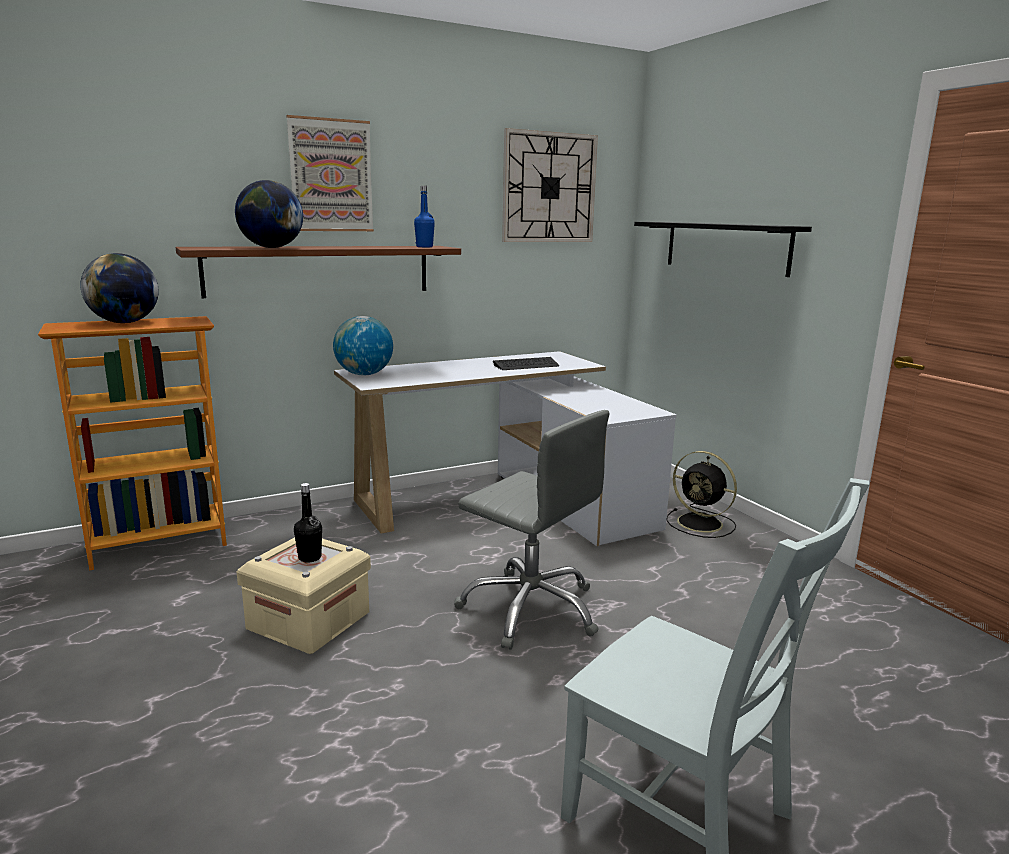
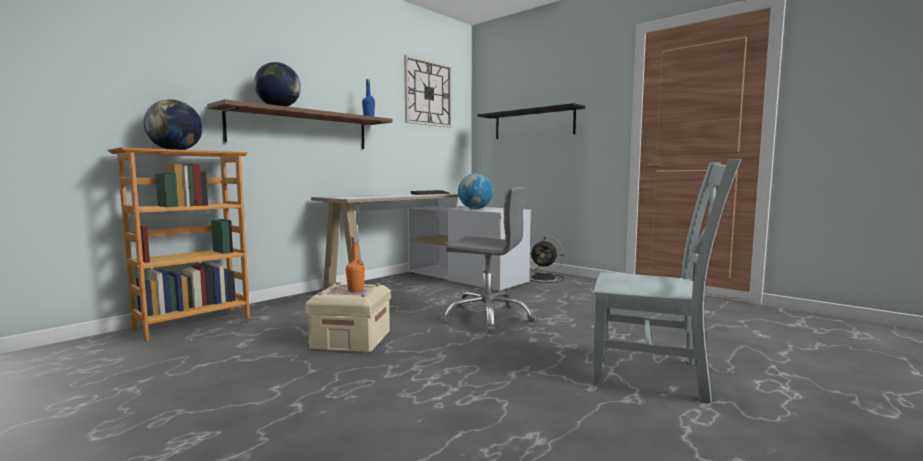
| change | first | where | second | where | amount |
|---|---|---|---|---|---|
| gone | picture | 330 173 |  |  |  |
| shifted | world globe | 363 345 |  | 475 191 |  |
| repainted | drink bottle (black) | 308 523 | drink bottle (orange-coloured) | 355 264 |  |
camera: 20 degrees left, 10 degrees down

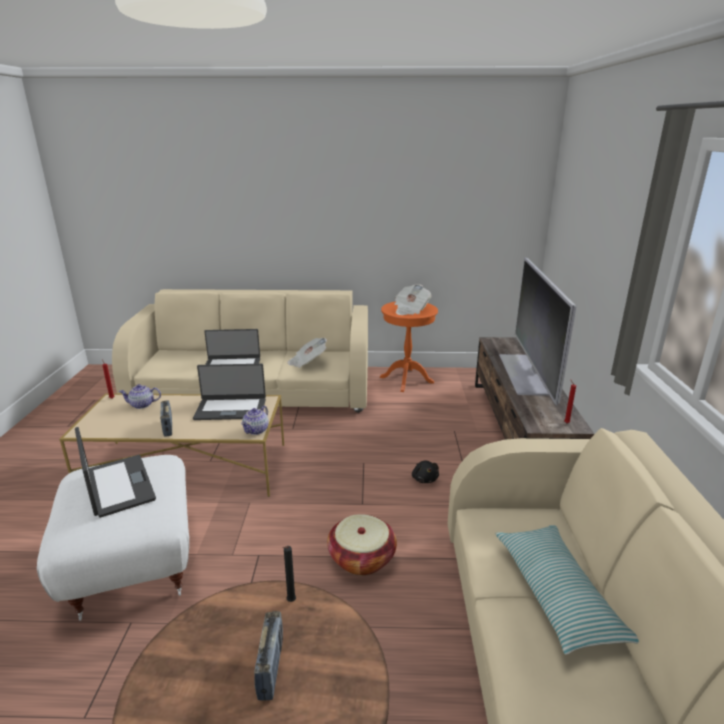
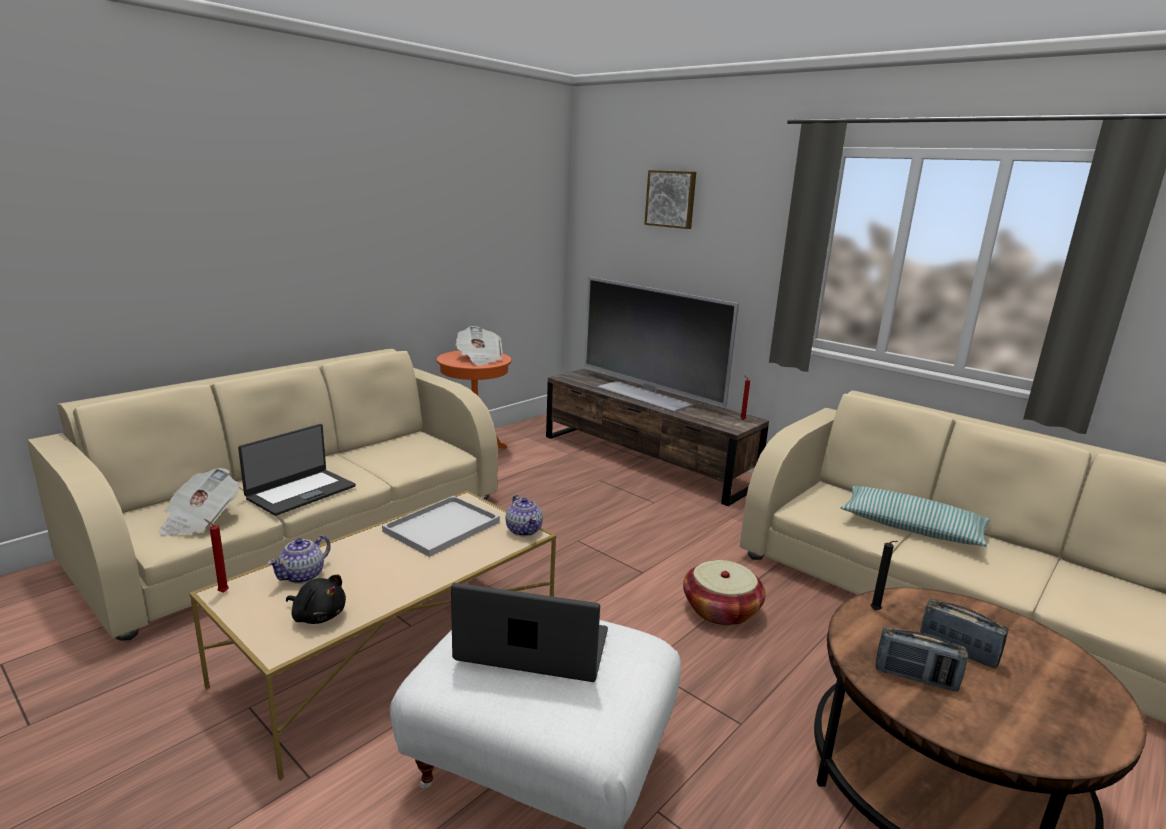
| change | first | where | second | where | amount |
|---|---|---|---|---|---|
| new |  |  | picture | 670 199 |  |
| shifted | radio receiver | 166 419 |  | 922 659 |  |
| shifted | daily paper | 307 353 |  | 199 502 |  |
| shifted | plush toy (black) | 425 472 |  | 316 599 |  |
| swapped | notebook computer | 229 392 | serving tray (white-coloured) | 441 526 |  |
camera: 50 degrees left, 5 degrees down

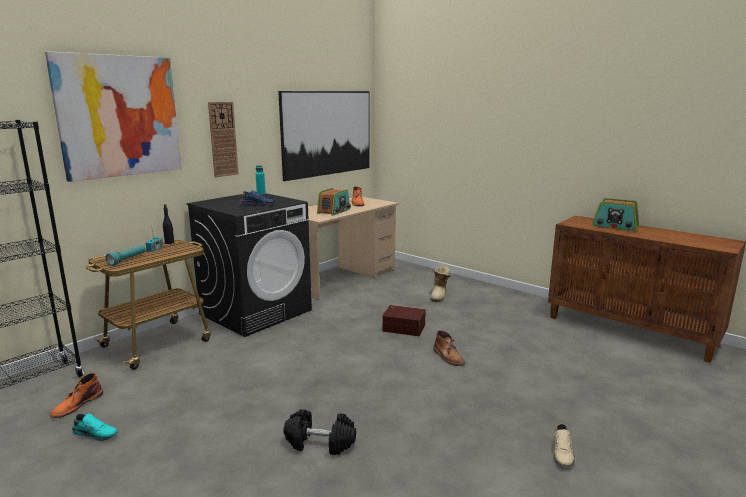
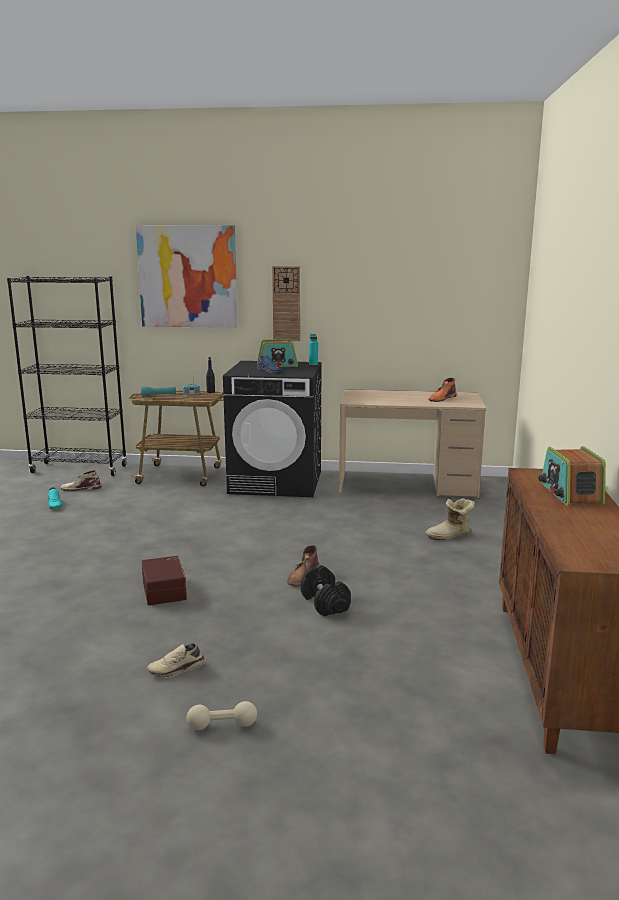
| change | first | where | second | where | amount |
|---|---|---|---|---|---|
| gone | picture | 324 136 |  |  |  |
| new |  |  | dumbbell (beige-coloured) | 222 715 |  |
| shifted | dumbbell (black) | 319 432 |  | 326 590 |  |
| shifted | radio receiver | 334 202 |  | 277 353 |  |
| shifted | storage box (brownish) | 404 320 |  | 164 580 |  |
| repainted | high-top boot (orange-coloured) | 76 395 | high-top boot (beige-coloured) | 81 480 |  |
camera: 55 degrees right, 0 degrees up

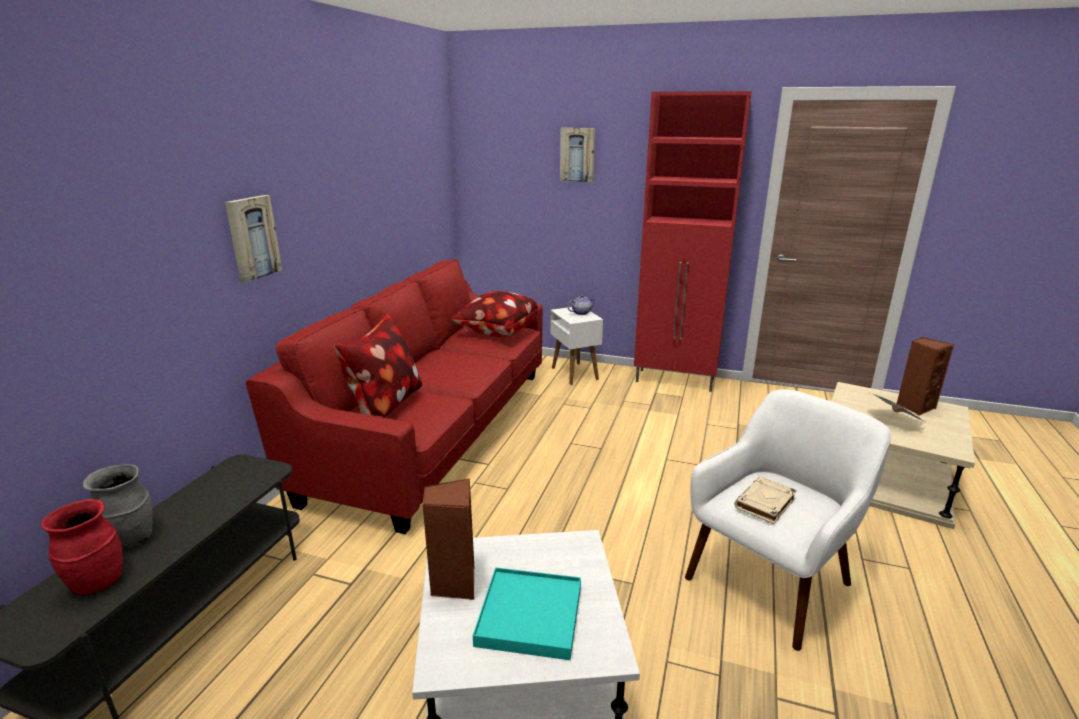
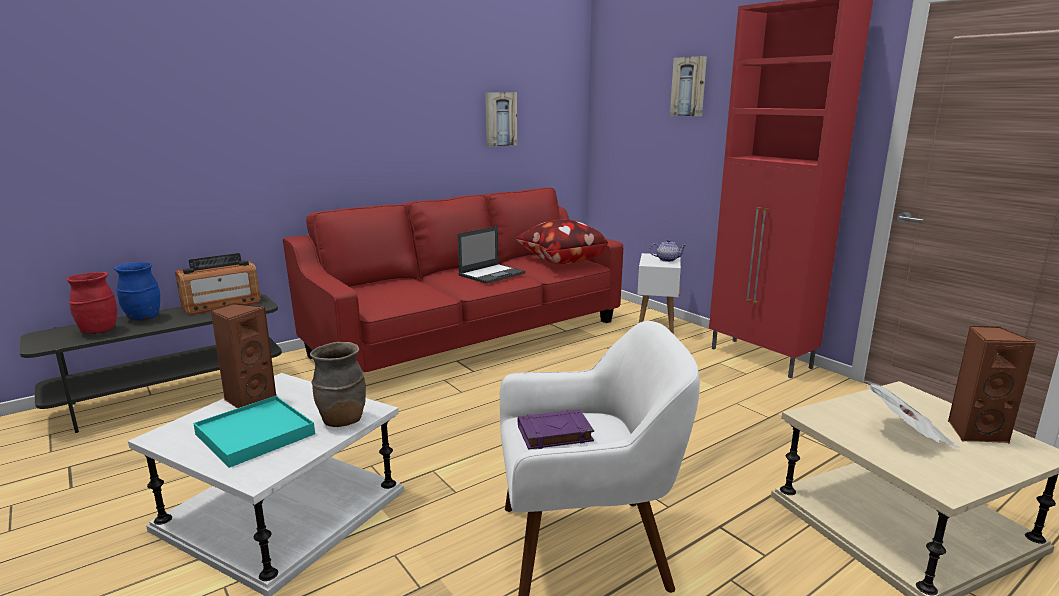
| change | first | where | second | where | amount |
|---|---|---|---|---|---|
| gone | throw pillow | 378 366 |  |  |  |
| new |  |  | radio receiver | 218 284 |  |
| new |  |  | vase (brownish) | 338 384 |  |
| new |  |  | notebook computer | 492 255 |  |
| shifted | picture | 253 239 |  | 501 120 |  |
| repainted | vase (greyish) | 118 506 | vase (blue-coloured) | 137 291 |  |
| repainted | volume (beige-coloured) | 765 500 | volume (purplish) | 556 429 |  |
camera: 35 degrees right, 5 degrees down

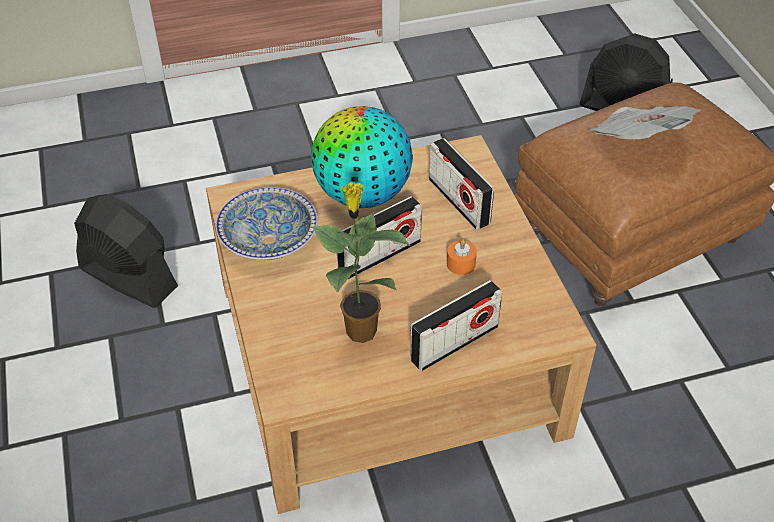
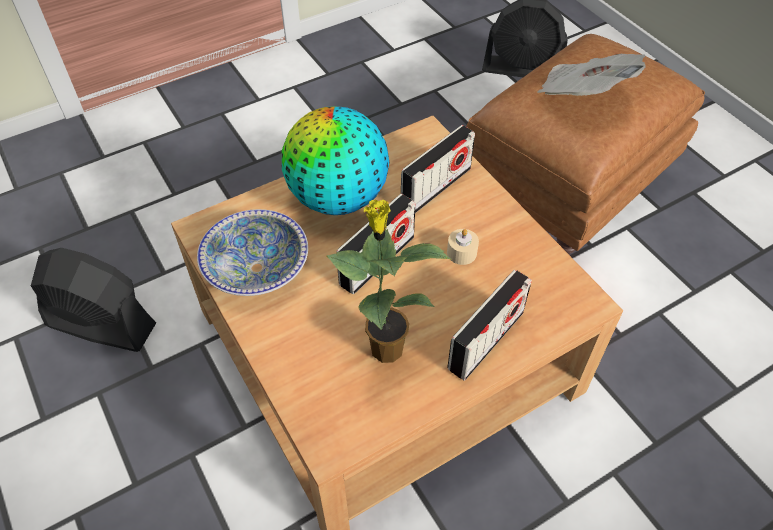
| change | first | where | second | where | amount |
|---|---|---|---|---|---|
| repainted | wax candle (orange-coloured) | 462 257 | wax candle (beige-coloured) | 463 247 |  |
| rotated | radio receiver | 461 184 |  | 438 169 | 90 degrees counterclockwise |
camera: 15 degrees left, 5 degrees up

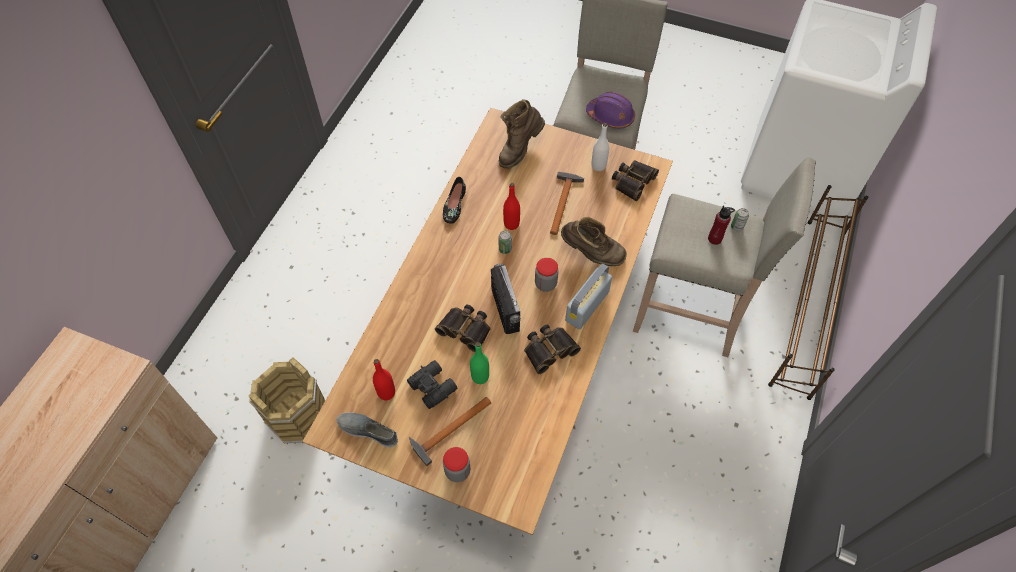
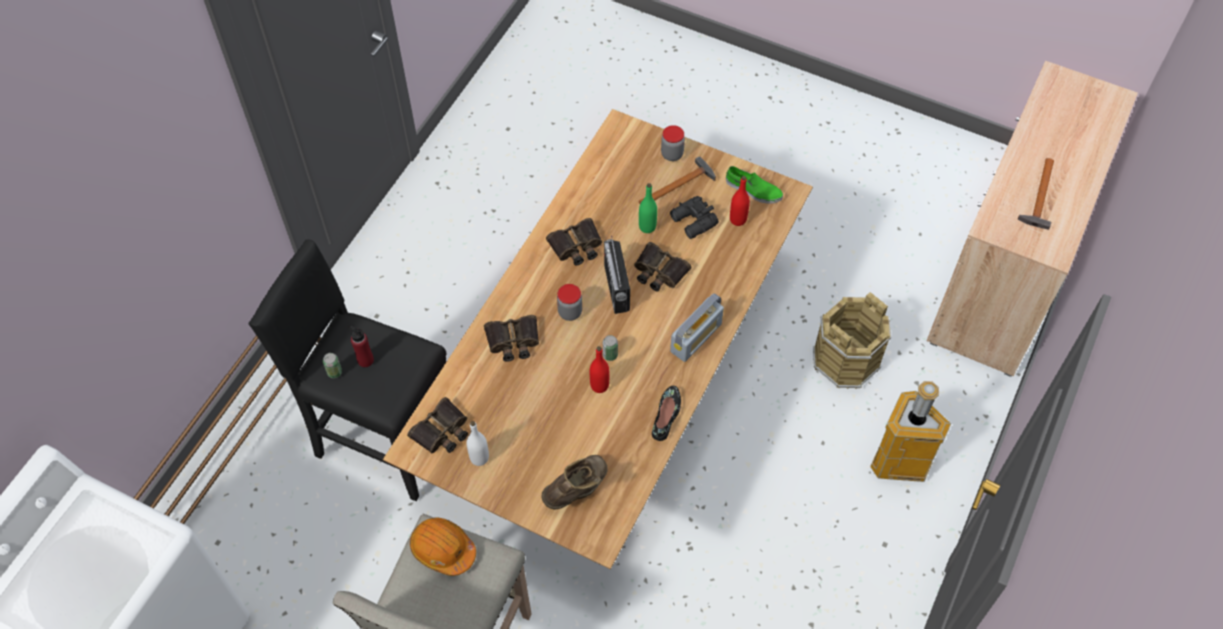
| change | first | where | second | where | amount |
|---|---|---|---|---|---|
| new |  |  | rubbish bin | 910 431 |  |
| shifted | hammer | 567 203 |  | 1036 194 |  |
| shifted | radio receiver | 588 296 |  | 697 327 |  |
| swapped | high-top boot (brownish) | 594 241 | binoculars | 511 338 |  |
| repainted | low shoe (greyish) | 367 430 | low shoe (green) | 754 185 |  |
| repainted | hard hat (purplish) | 610 110 | hard hat (orange-coloured) | 443 547 |  |
| repainted | stool (beige-coloured) | 724 257 | stool (black) | 347 370 |  |
camera: 175 degrees left, 0 degrees up

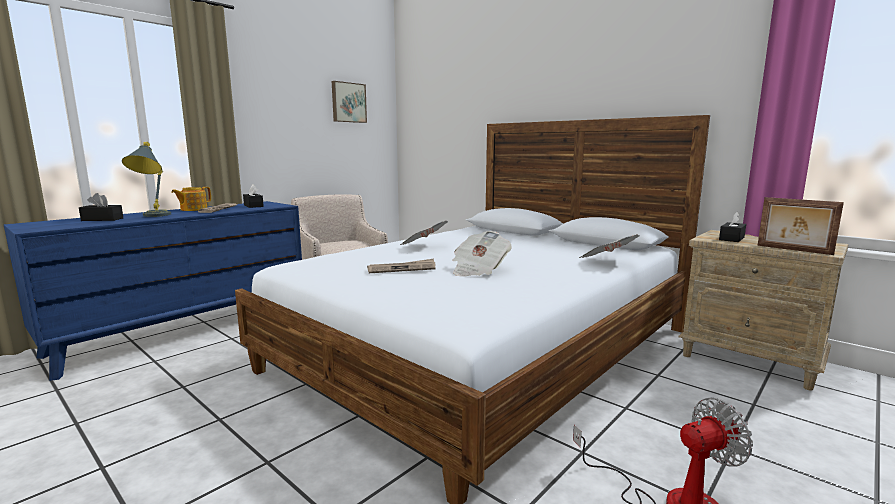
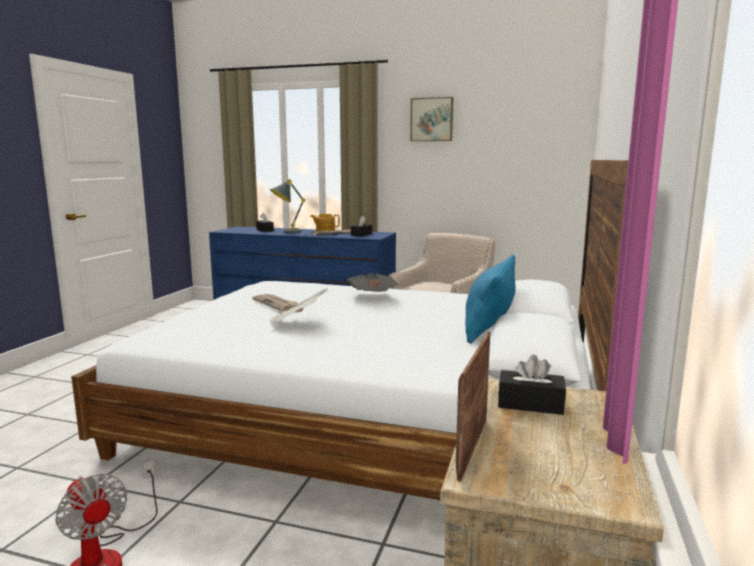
| change | first | where | second | where | amount |
|---|---|---|---|---|---|
| gone | daily paper | 609 246 |  |  |  |
| new |  |  | throw pillow (blue-coloured) | 490 299 |  |
| shifted | picture | 349 102 |  | 431 119 |  |
camera: 65 degrees right, 0 degrees up

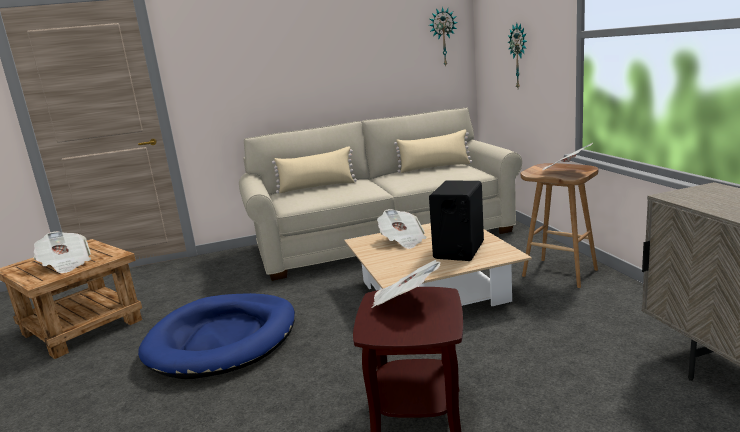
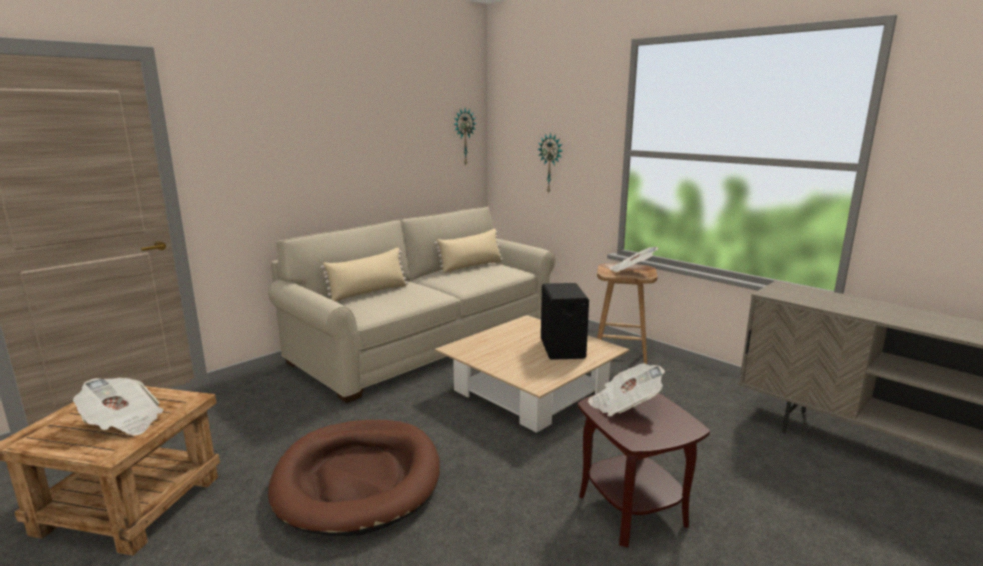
| change | first | where | second | where | amount |
|---|---|---|---|---|---|
| gone | daily paper | 402 229 |  |  |  |
| repainted | dog bed (blue-coloured) | 216 336 | dog bed (brownish) | 354 478 |  |
camera: 30 degrees left, 0 degrees up

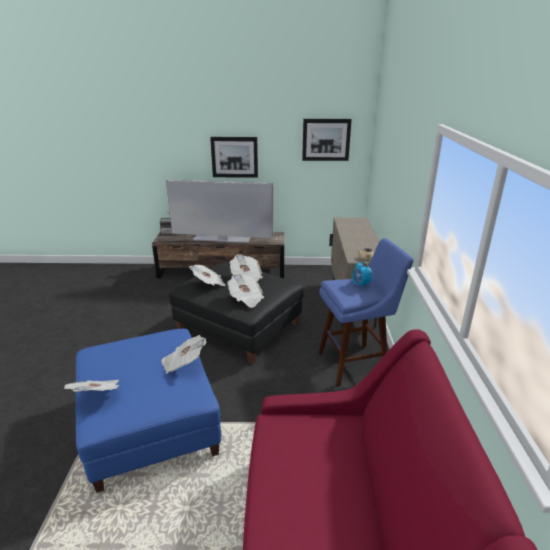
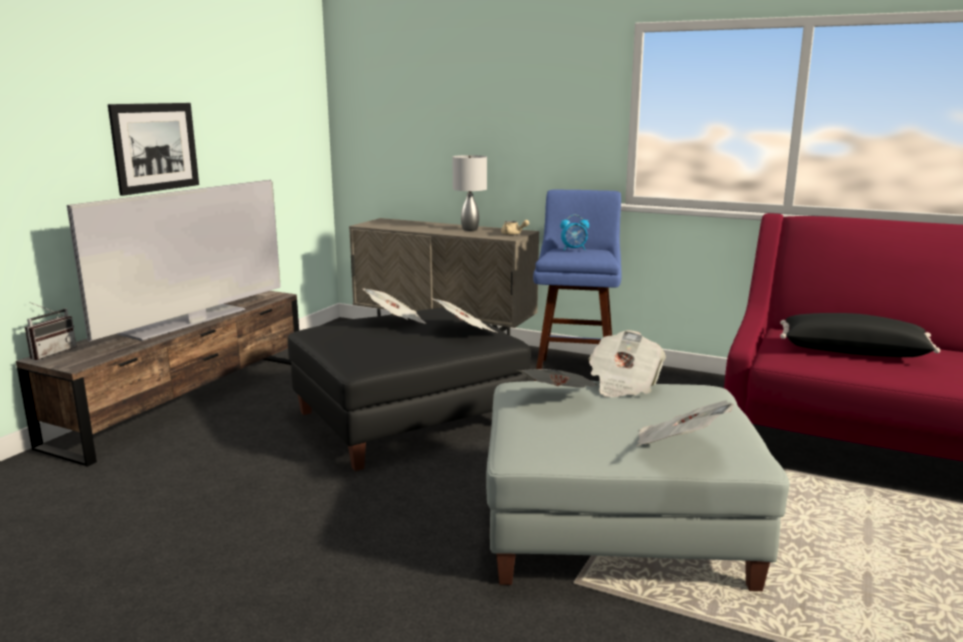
| change | first | where | second | where | amount |
|---|---|---|---|---|---|
| gone | picture | 327 140 |  |  |  |
| new |  |  | table lamp (greyish) | 469 193 |  |
| new |  |  | throw pillow (black) | 860 335 |  |
| shifted | daily paper | 207 275 |  | 557 378 |  |
| repainted | pouffe (blue-coloured) | 148 411 | pouffe (greyish) | 638 486 |  |
camera: 65 degrees left, 10 degrees down

